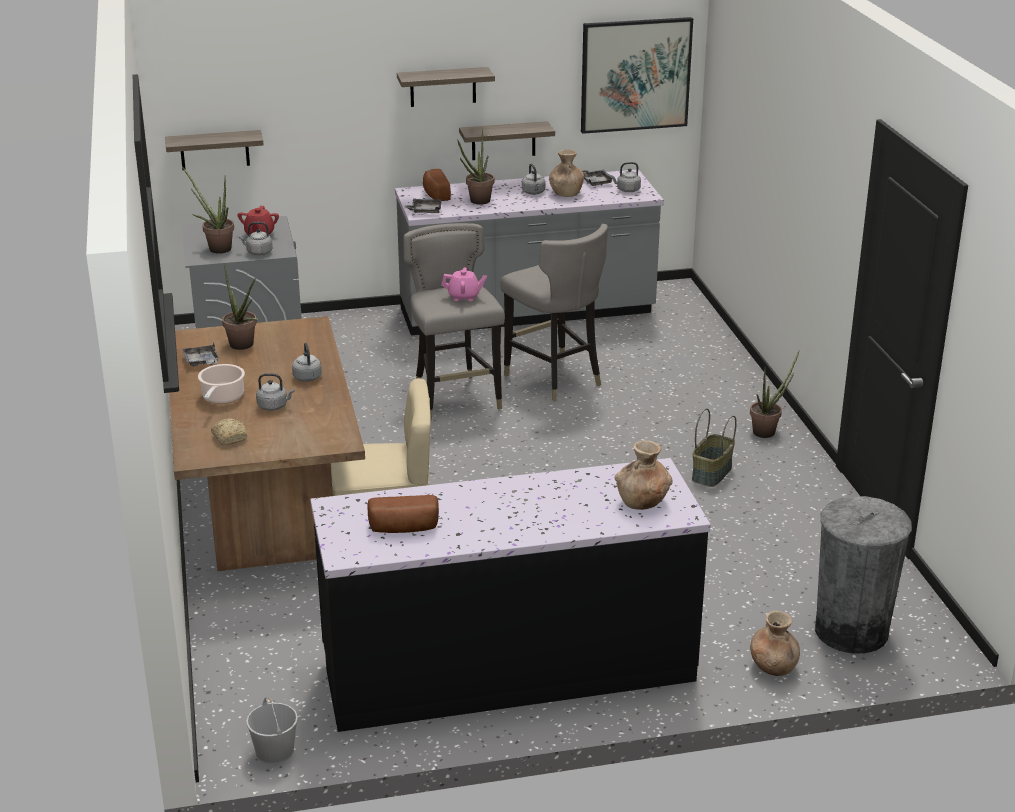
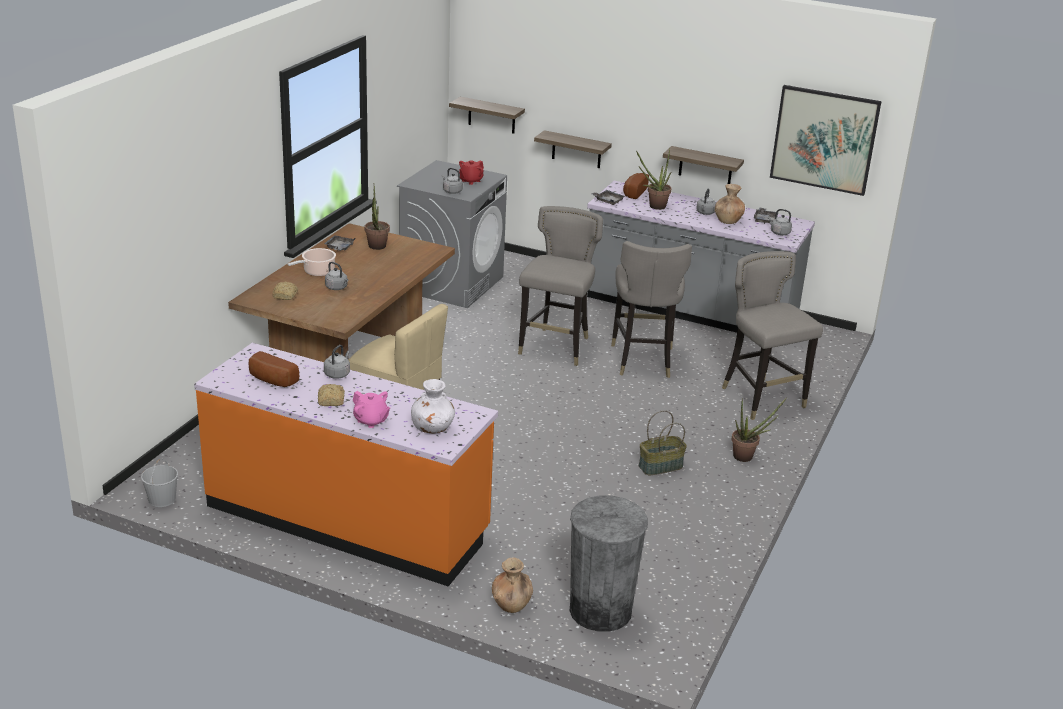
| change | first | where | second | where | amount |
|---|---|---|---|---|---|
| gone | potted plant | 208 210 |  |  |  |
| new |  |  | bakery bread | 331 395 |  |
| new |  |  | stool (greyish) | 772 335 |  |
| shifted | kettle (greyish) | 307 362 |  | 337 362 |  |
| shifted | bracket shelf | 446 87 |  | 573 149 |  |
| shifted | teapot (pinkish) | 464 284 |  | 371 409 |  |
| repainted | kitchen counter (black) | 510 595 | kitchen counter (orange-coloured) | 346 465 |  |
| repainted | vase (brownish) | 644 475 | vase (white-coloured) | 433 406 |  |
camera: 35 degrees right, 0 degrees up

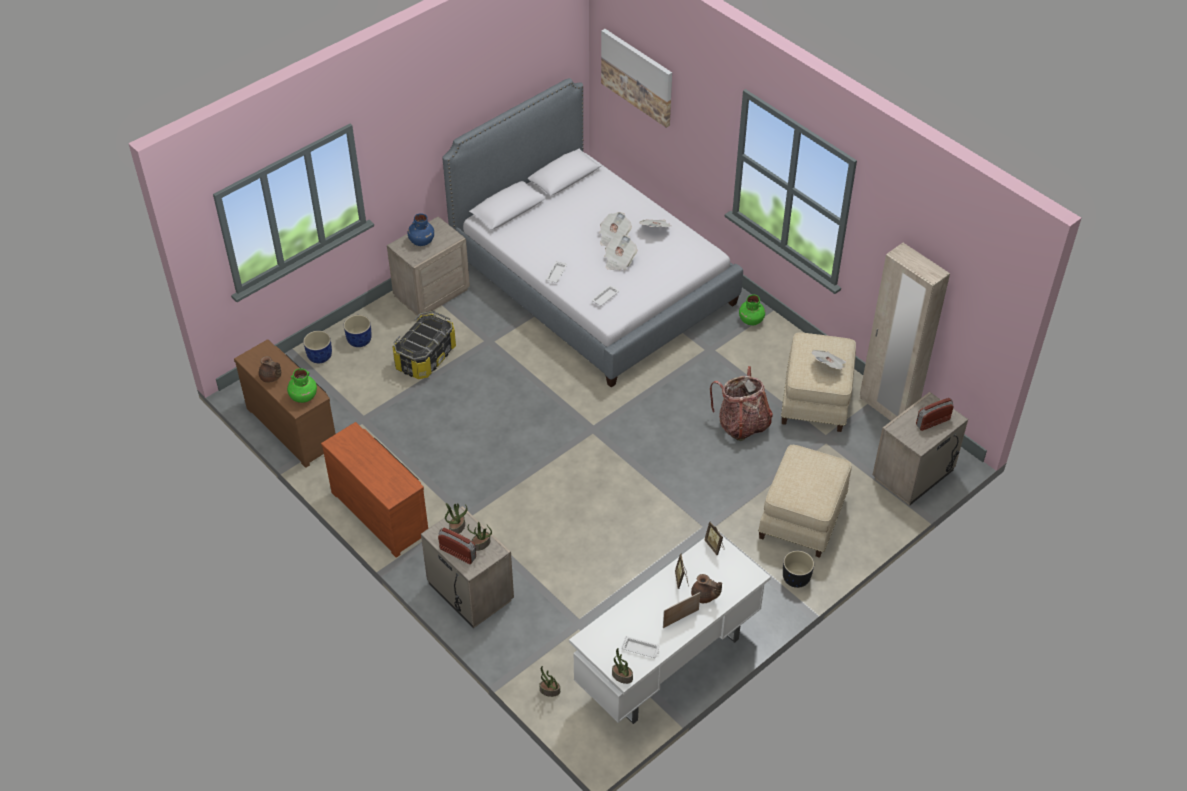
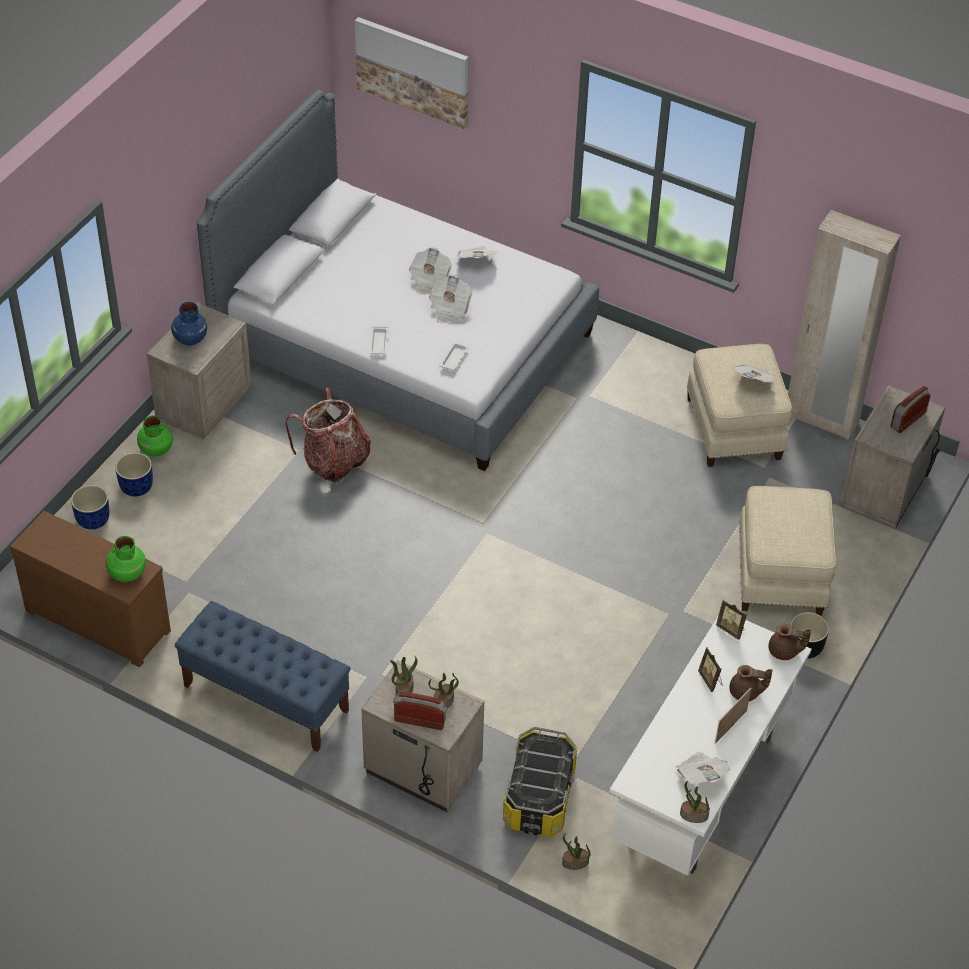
| change | first | where | second | where | amount |
|---|---|---|---|---|---|
| shifted | teapot (brownish) | 270 369 |  | 789 642 |  |
| shifted | storage box | 424 345 |  | 540 782 |  |
| shifted | backpack | 741 403 |  | 328 434 |  |
| shifted | vase (green) | 752 309 |  | 155 436 |  |
| swapped | dresser (brownish) | 374 490 | indoor bench (blue-coloured) | 263 676 |  |
| swapped | serving tray (white-coloured) | 640 647 | daily paper | 703 768 |  |
camera: 20 degrees left, 0 degrees up

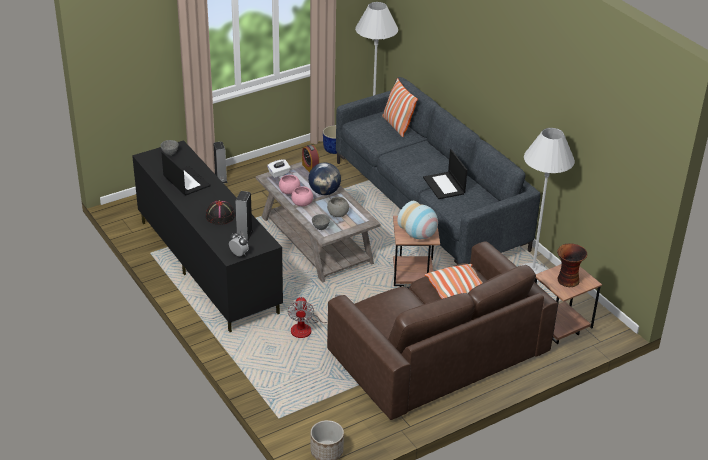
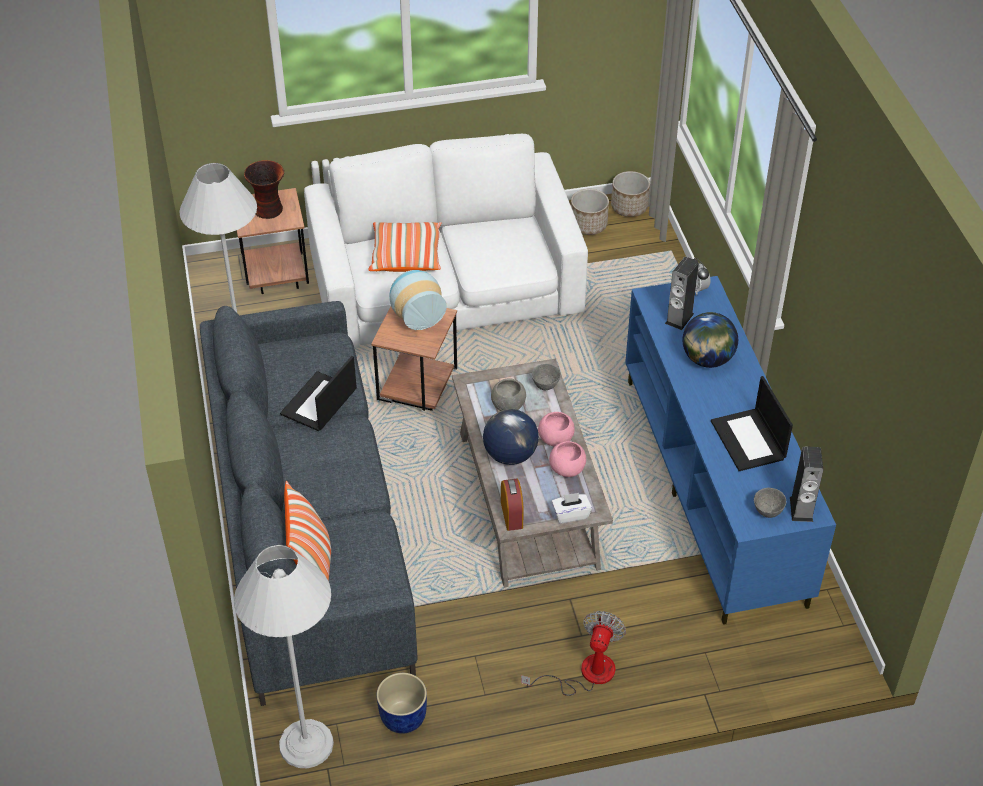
| change | first | where | second | where | amount |
|---|---|---|---|---|---|
| new |  |  | planter | 590 212 |  |
| shifted | loudspeaker | 221 162 |  | 806 484 |  |
| shifted | electric fan | 314 316 |  | 573 653 |  |
| swapped | clothing hat (black) | 220 212 | world globe | 710 340 |  |
| repainted | media console (black) | 207 236 | media console (blue-coloured) | 730 450 |  |
| repainted | sofa (brownish) | 442 330 | sofa (white-coloured) | 446 241 |  |
| rotated | notebook computer | 445 174 |  | 318 393 | 150 degrees counterclockwise |
camera: 160 degrees left, 10 degrees up

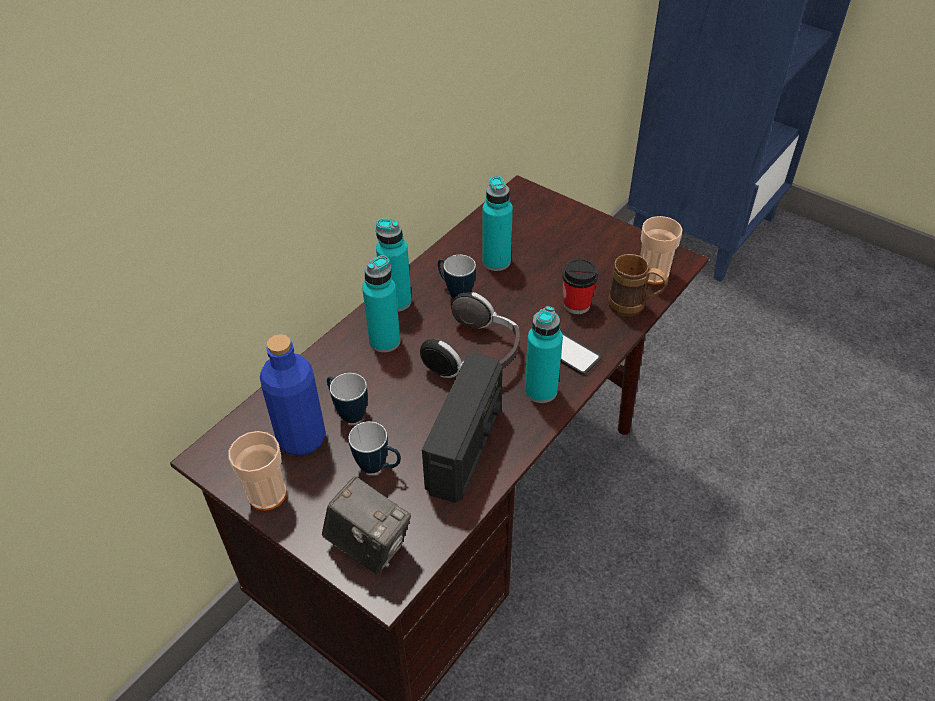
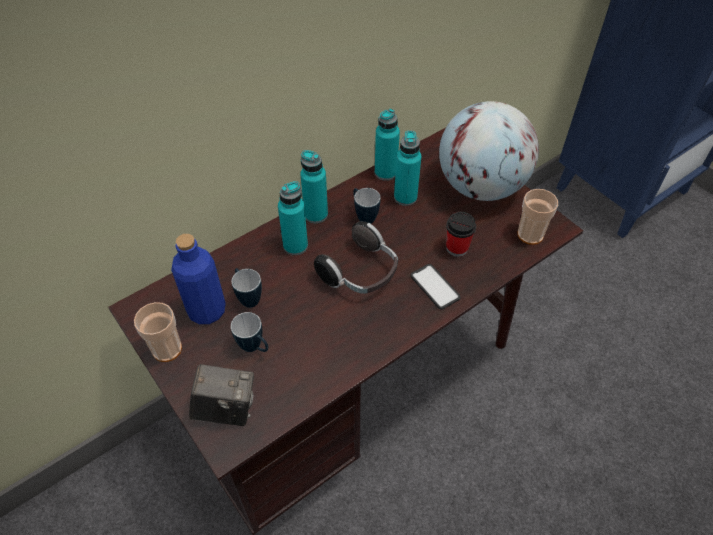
| change | first | where | second | where | amount |
|---|---|---|---|---|---|
| gone | radio receiver | 462 428 |  |  |  |
| gone | mug (brownish) | 638 285 |  |  |  |
| new |  |  | world globe | 489 151 |  |
| shifted | drink bottle (turquoise-coloured) | 544 354 |  | 387 145 |  |
| rotated | still camera | 366 525 |  | 221 395 | 45 degrees counterclockwise |
camera: 15 degrees right, 5 degrees up

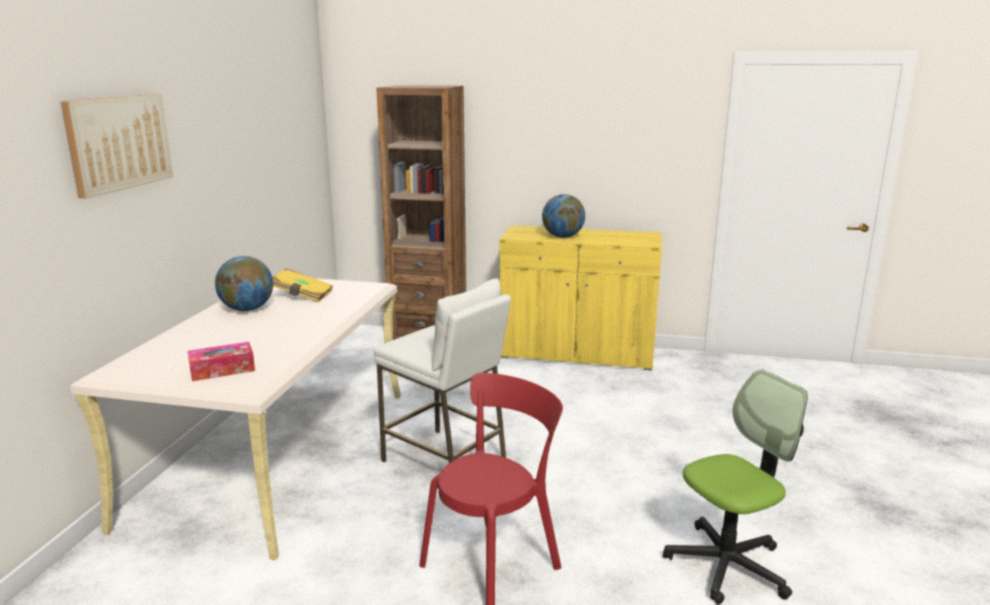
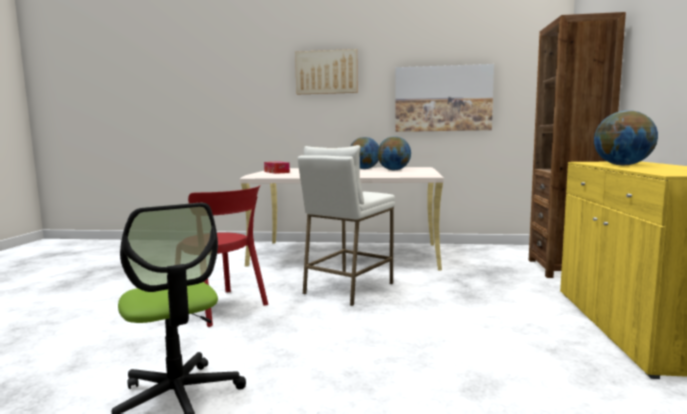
| change | first | where | second | where | amount |
|---|---|---|---|---|---|
| new |  |  | picture | 444 98 |  |
| swapped | volume (yellow-coloured) | 302 286 | world globe | 394 153 |  |
camera: 85 degrees right, 10 degrees down

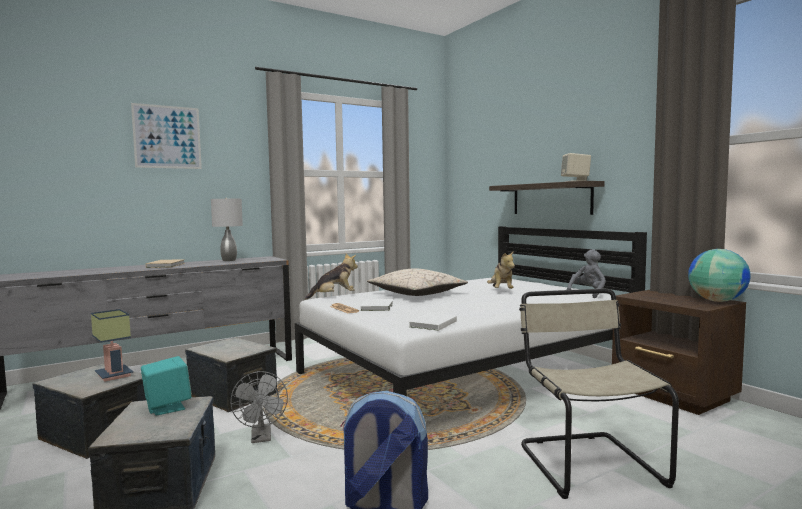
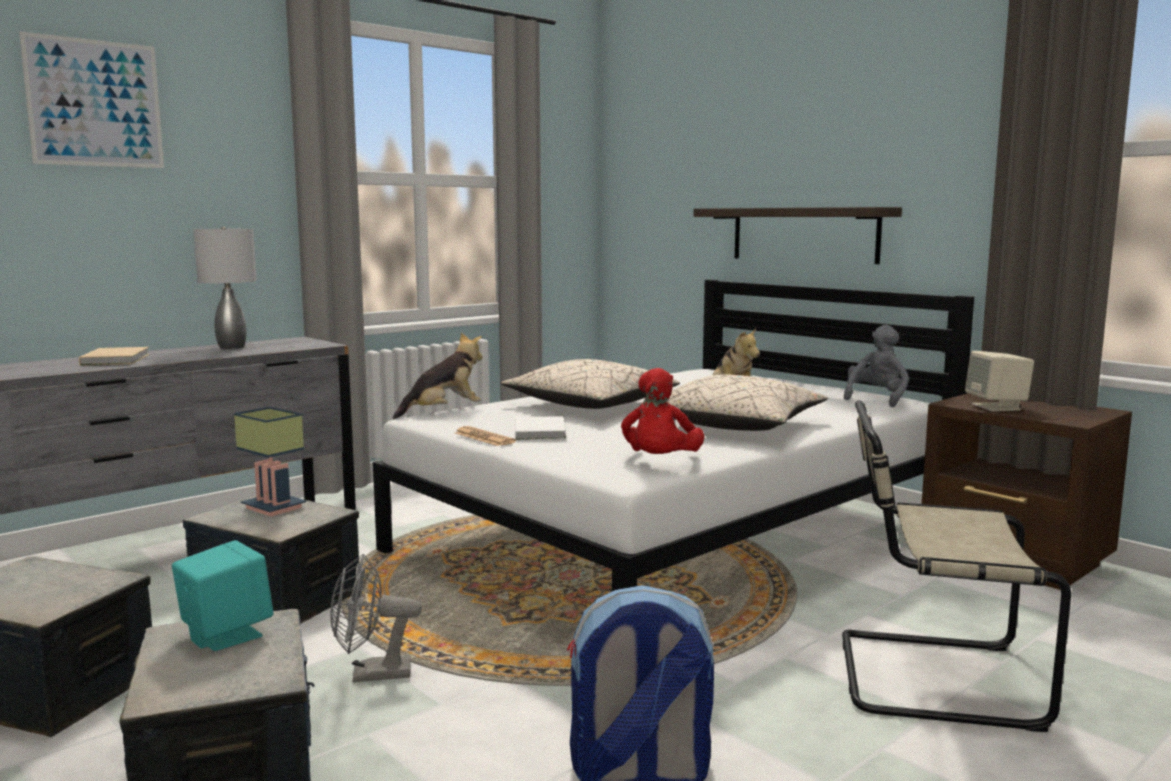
| change | first | where | second | where | amount |
|---|---|---|---|---|---|
| gone | world globe | 719 275 |  |  |  |
| new |  |  | throw pillow (beige-coloured) | 733 403 |  |
| shifted | table lamp | 112 345 |  | 270 462 |  |
| shifted | loudspeaker (beige-coloured) | 576 167 |  | 999 381 |  |
| swapped | volume (white-coloured) | 432 322 | plush toy (reddish) | 663 411 |  |
| rotated | electric fan (greyish) | 259 407 |  | 376 618 | 105 degrees clockwise |
| rotated | chair (beige-coloured) | 599 394 |  | 956 566 | 60 degrees counterclockwise |
camera: 10 degrees left, 5 degrees up

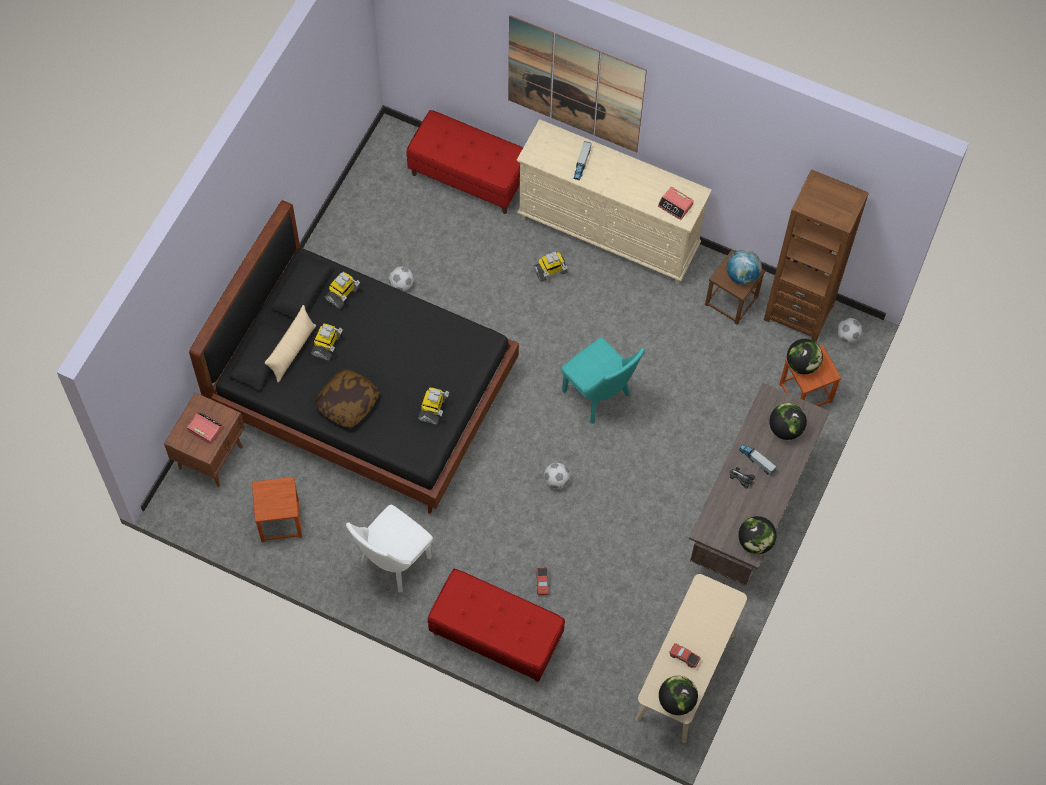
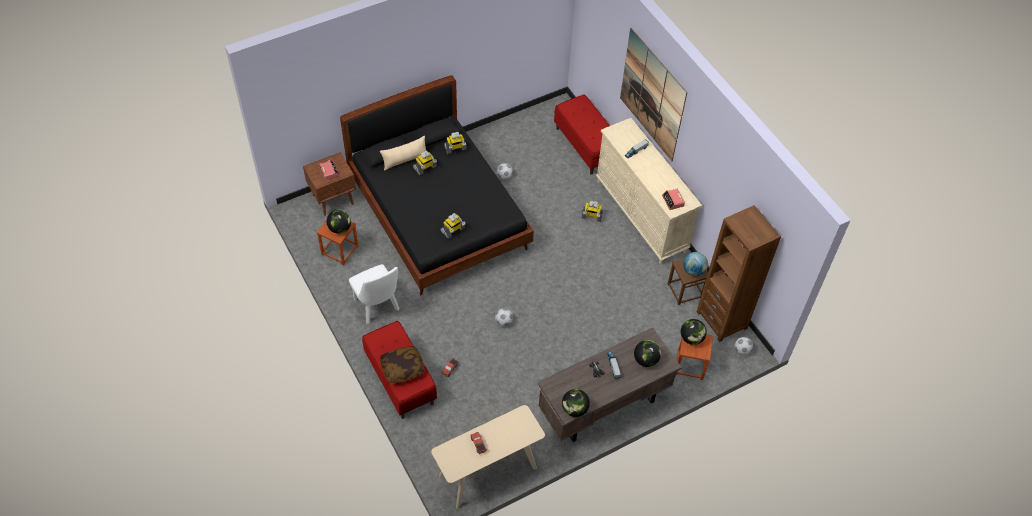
| change | first | where | second | where | amount |
|---|---|---|---|---|---|
| gone | chair (turquoise-coloured) | 603 380 |  |  |  |
| shifted | throw pillow | 347 398 |  | 402 364 |  |
| shifted | world globe | 678 695 |  | 339 221 |  |
| rotated | chair (white-coloured) | 389 548 |  | 374 294 | 105 degrees counterclockwise |
camera: 35 degrees right, 10 degrees down

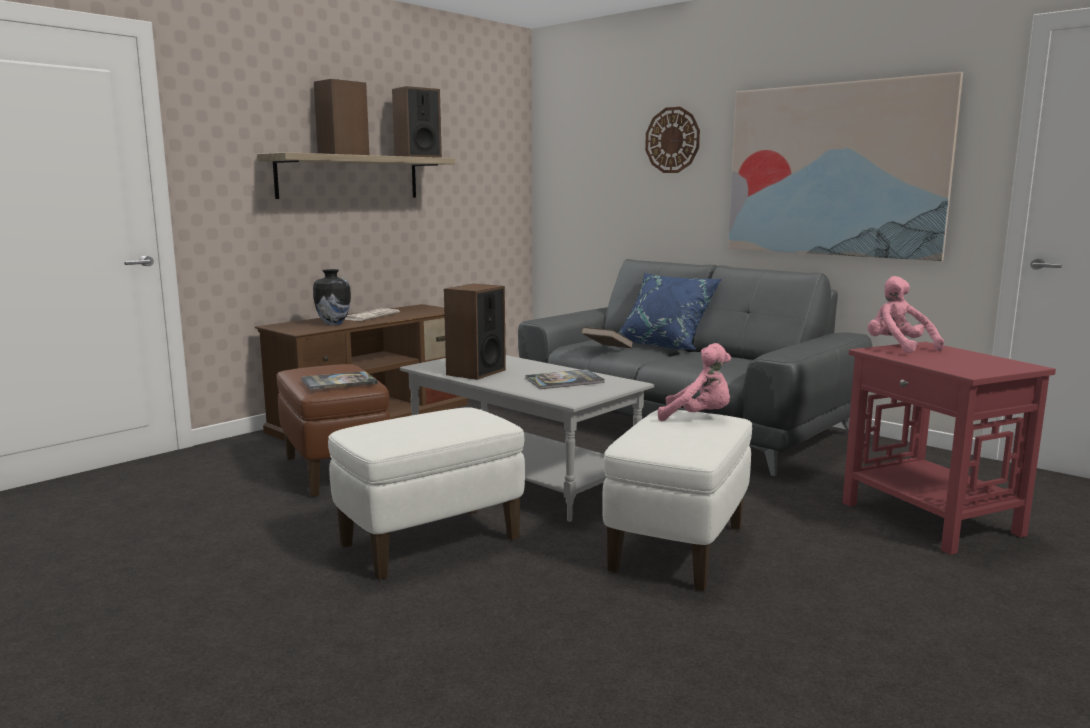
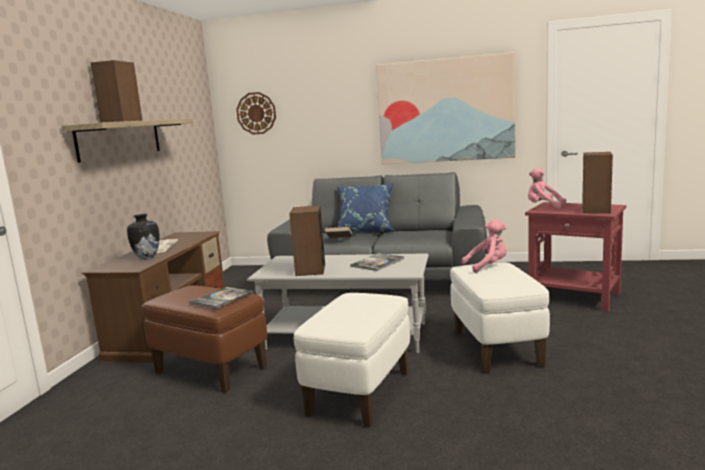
| change | first | where | second | where | amount |
|---|---|---|---|---|---|
| shifted | loudspeaker | 417 122 |  | 597 183 |  |
| shifted | wall clock | 672 140 |  | 256 113 |  |
camera: 30 degrees left, 0 degrees up

